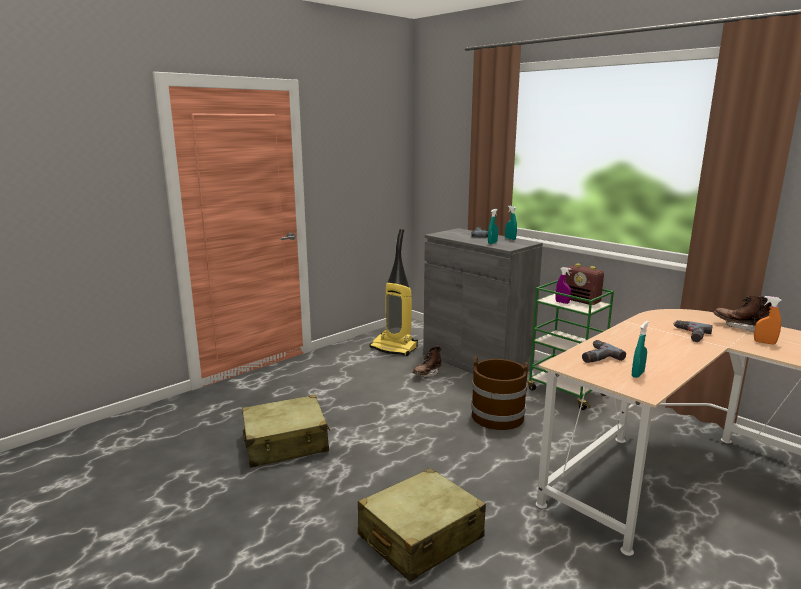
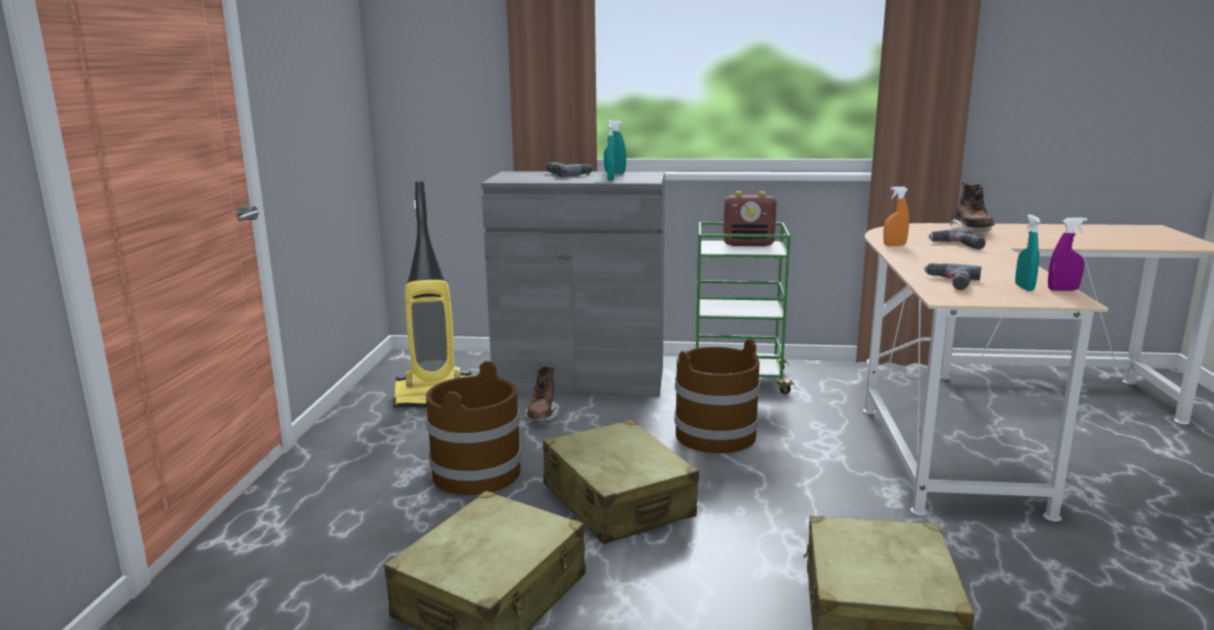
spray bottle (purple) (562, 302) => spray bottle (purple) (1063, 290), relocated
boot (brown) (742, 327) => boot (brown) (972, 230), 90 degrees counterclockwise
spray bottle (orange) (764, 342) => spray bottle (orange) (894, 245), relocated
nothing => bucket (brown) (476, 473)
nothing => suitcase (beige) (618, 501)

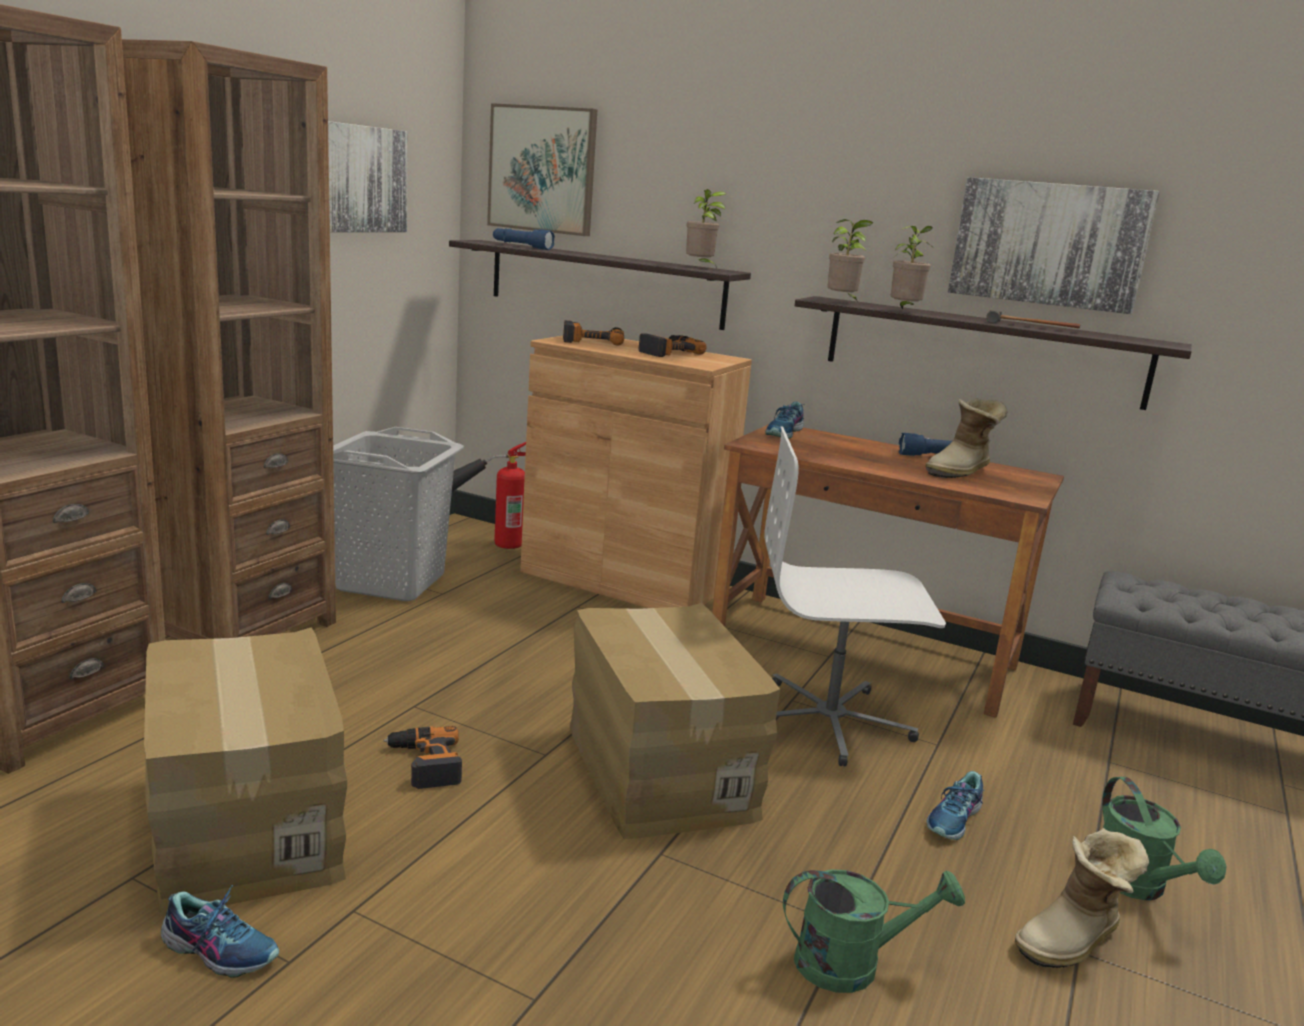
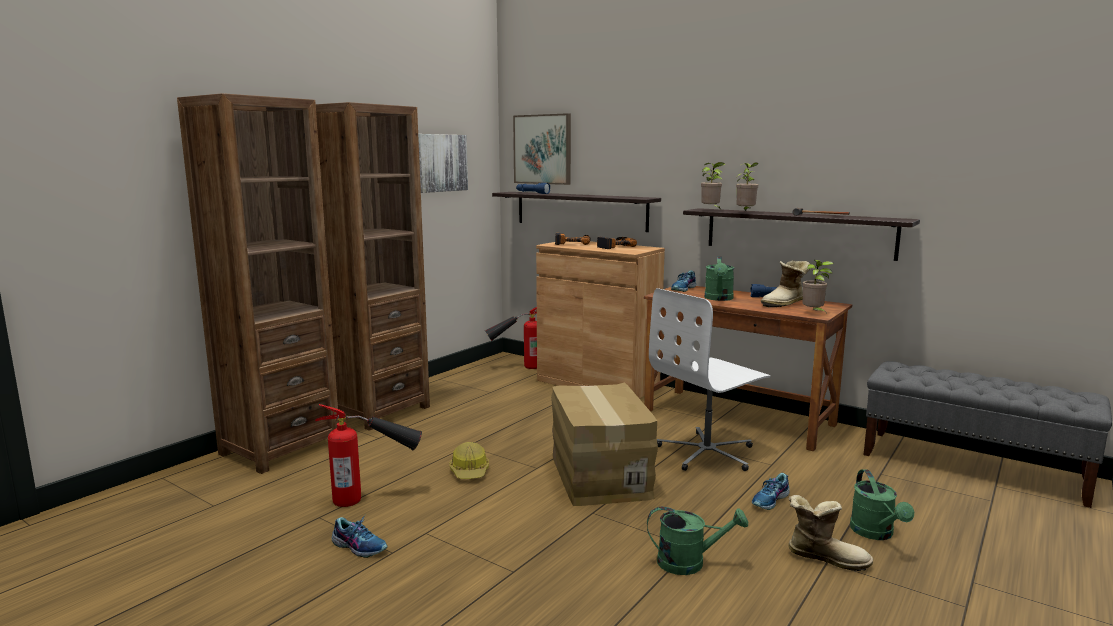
cardboard box (243, 826) => fire extinguisher (374, 497)
laundry basket (grey) (392, 582) => nothing
power drill (424, 764) => hard hat (470, 471)
potted plant (700, 267) => potted plant (814, 313), relocated
office chair (white) (830, 722) => office chair (white) (707, 453), 45 degrees counterclockwise
picture (1049, 244) => nothing
boot (1073, 941) => boot (825, 557), 135 degrees counterclockwise
nothing => watering can (green) (719, 299)

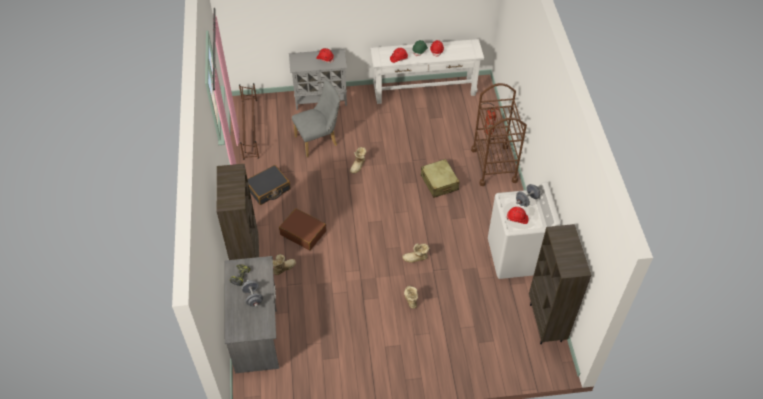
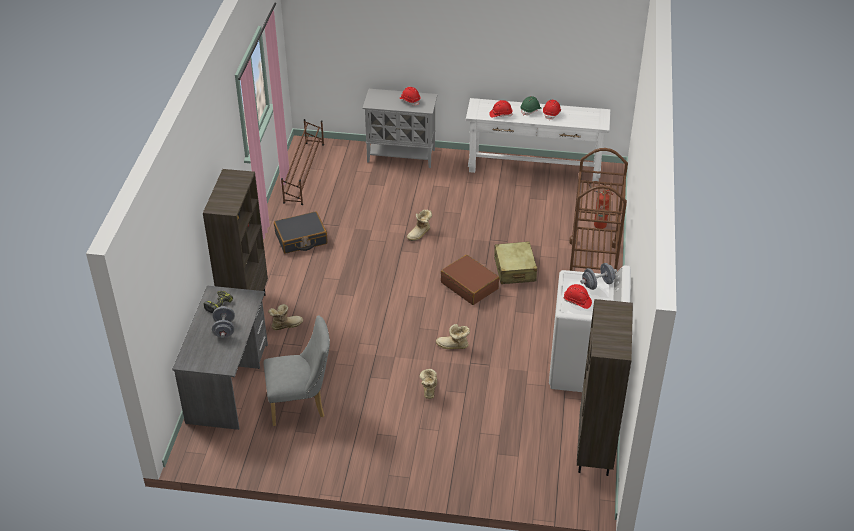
suitcase (brown) (303, 233) => suitcase (brown) (469, 285), relocated
chair (grey) (319, 140) => chair (grey) (301, 404), relocated

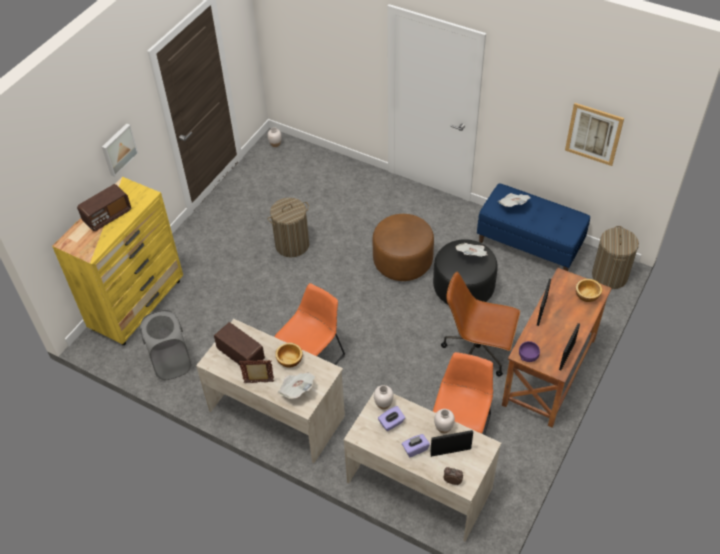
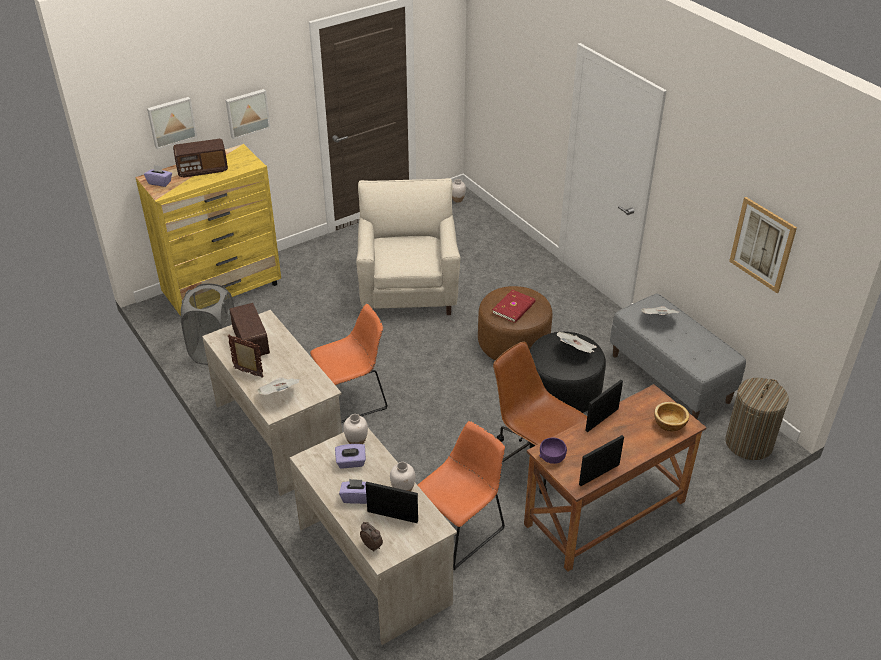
laundry basket (292, 245) => armchair (beige) (409, 290)
bowl (289, 360) => nothing
bench (blue) (530, 244) => bench (grey) (671, 378)
nothing => tissue box (purple) (160, 182)
nothing => picture (171, 122)
nothing => book (red) (514, 308)

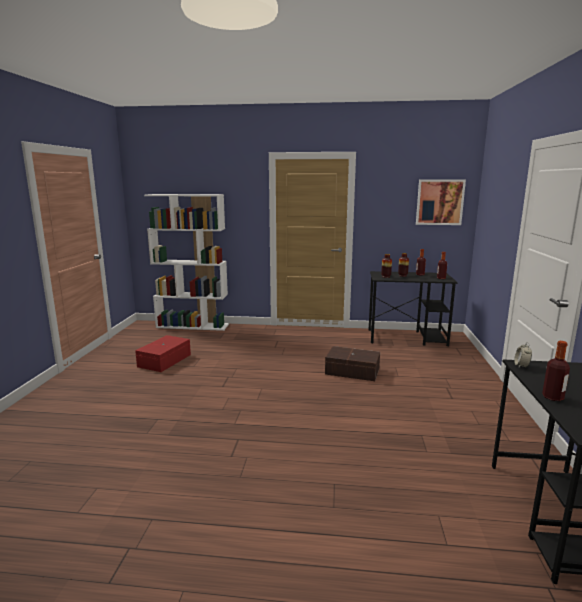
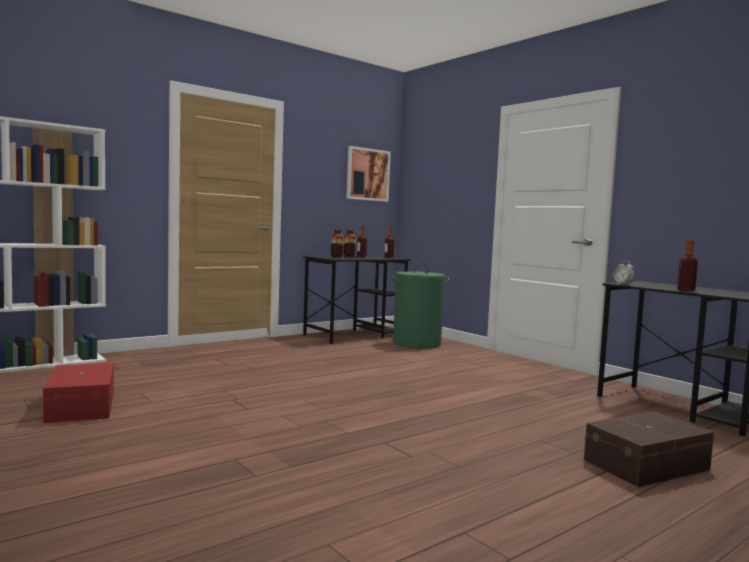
storage box (brown) (352, 371) => storage box (brown) (648, 465), relocated
nothing => laundry basket (green) (416, 343)

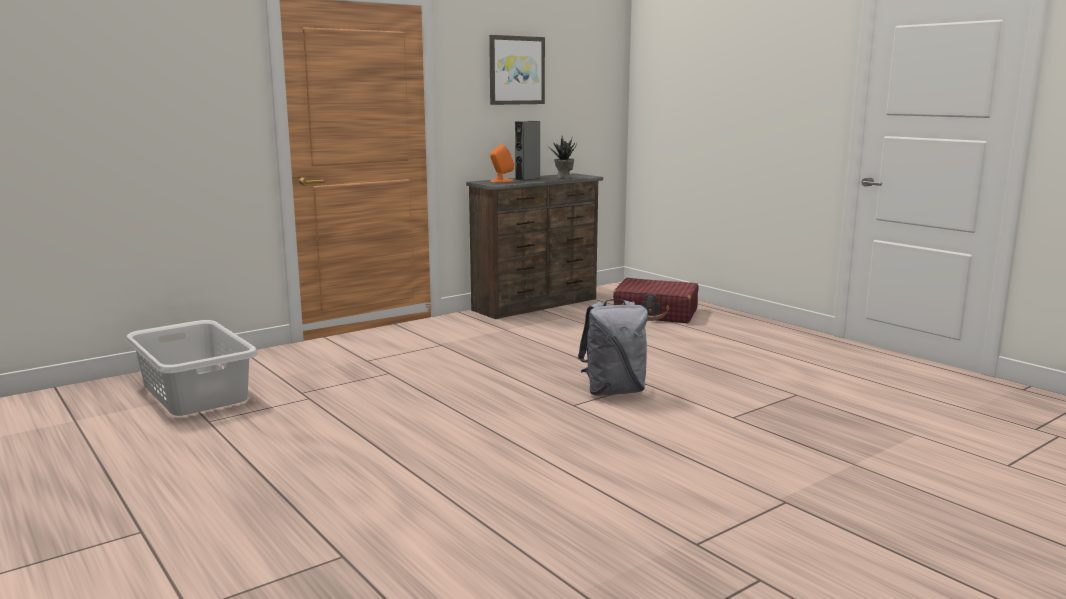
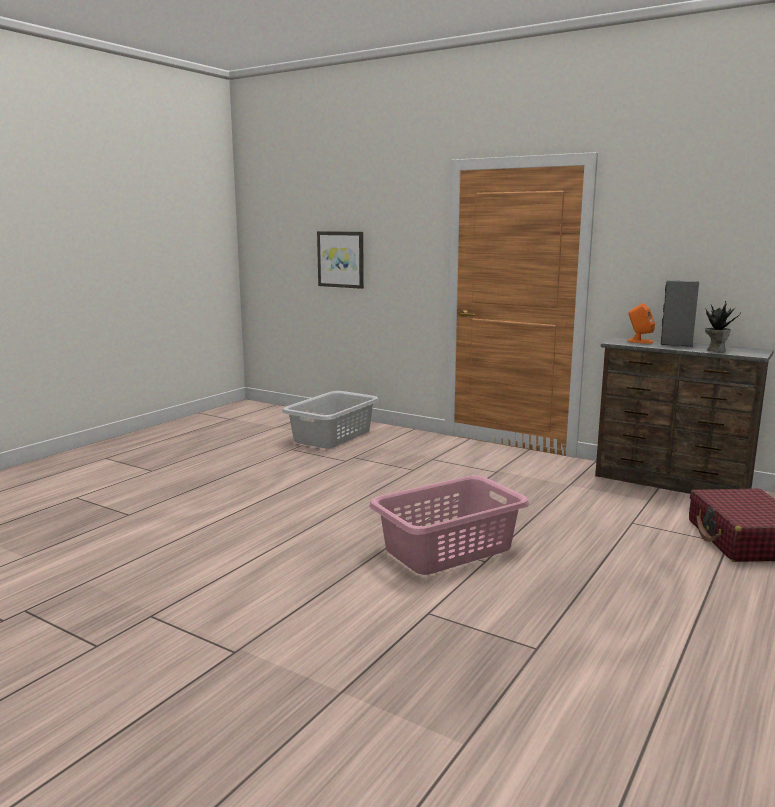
picture (516, 70) => picture (341, 259), relocated
backpack (grey) (613, 391) => laundry basket (pink) (449, 549)

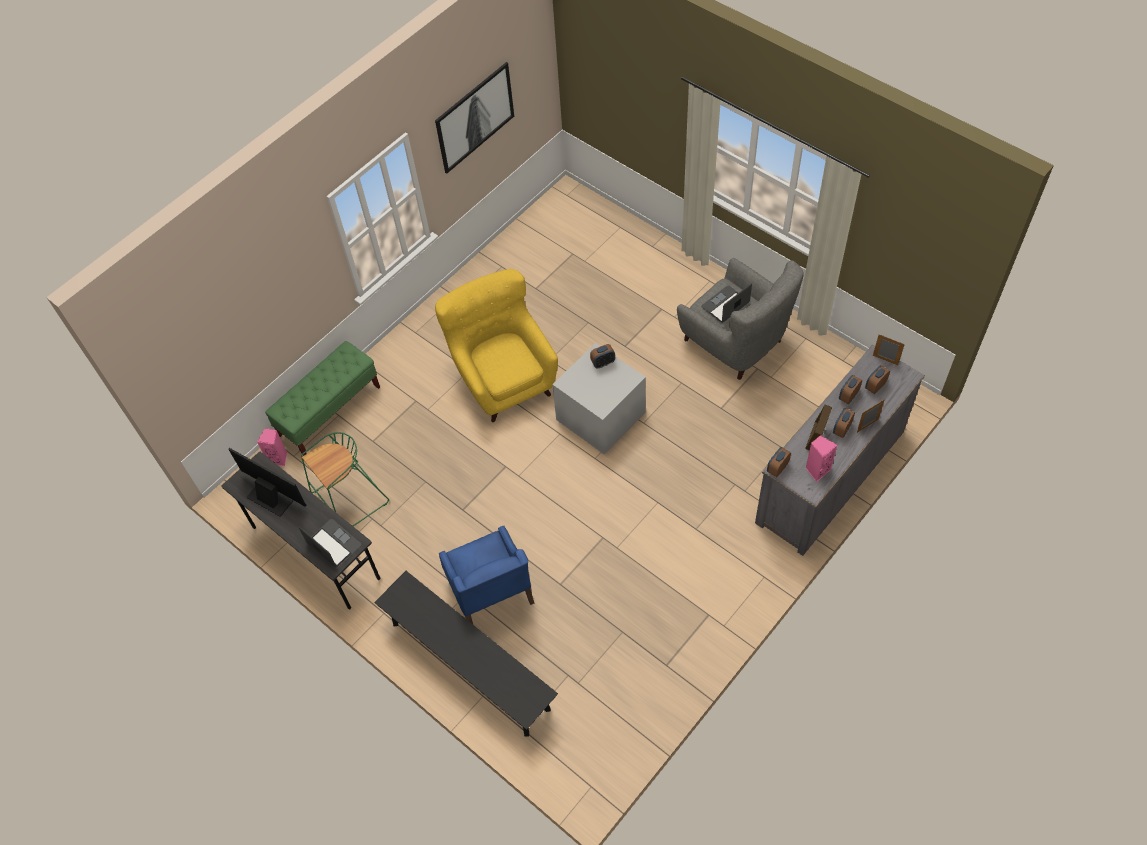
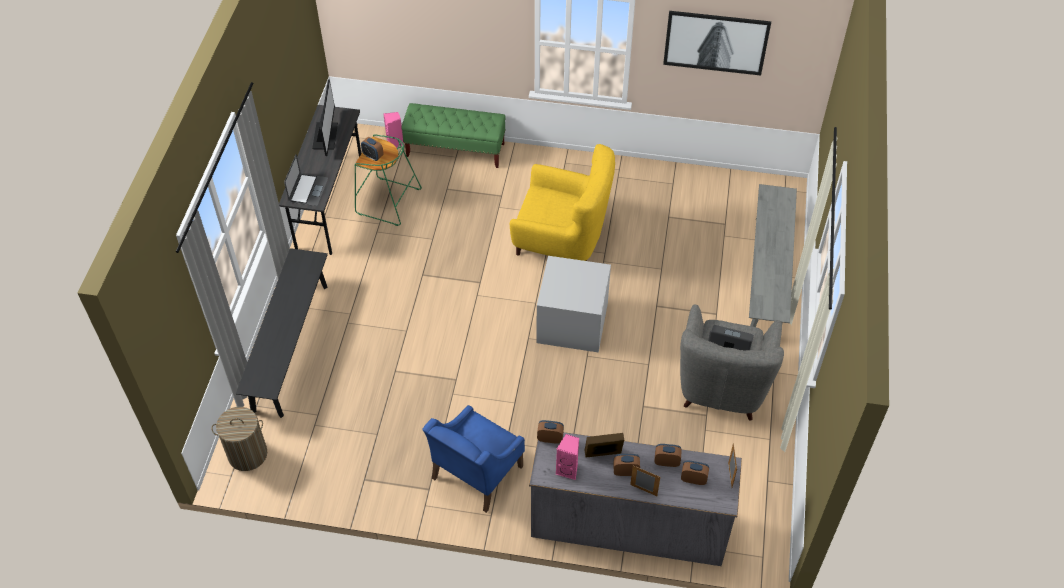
armchair (yellow) (504, 379) => armchair (yellow) (562, 240), 75 degrees clockwise
armchair (blue) (490, 591) => armchair (blue) (476, 473), relocated
alarm clock (603, 363) => alarm clock (373, 156), relocated
nothing => laundry basket (247, 454)
nothing => bench (grey) (767, 277)

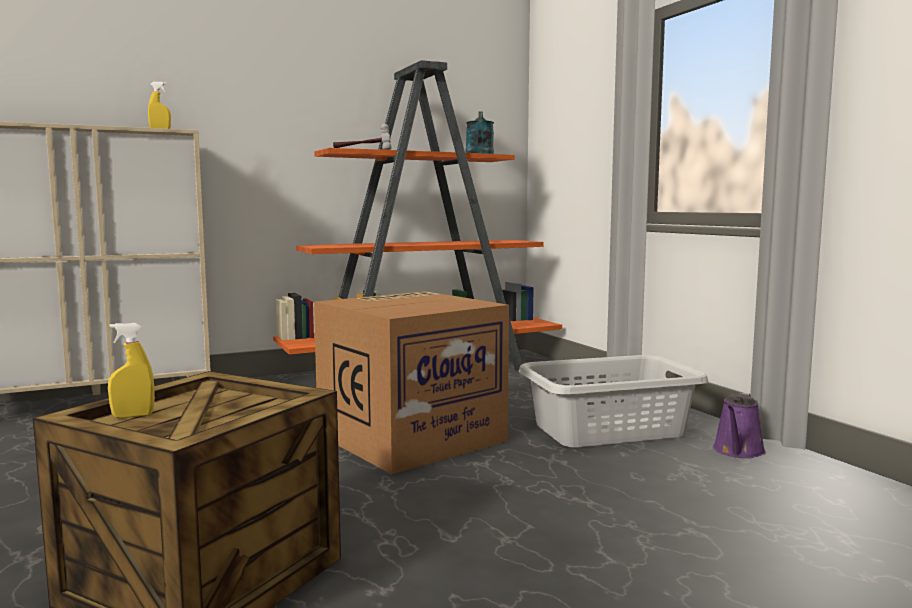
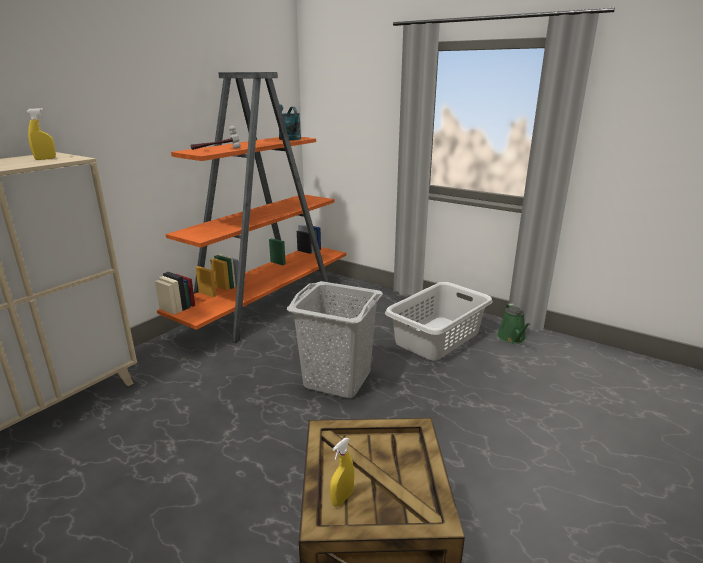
cardboard box (411, 436) => laundry basket (grey) (337, 379)
watering can (purple) (738, 451) => watering can (green) (512, 338)

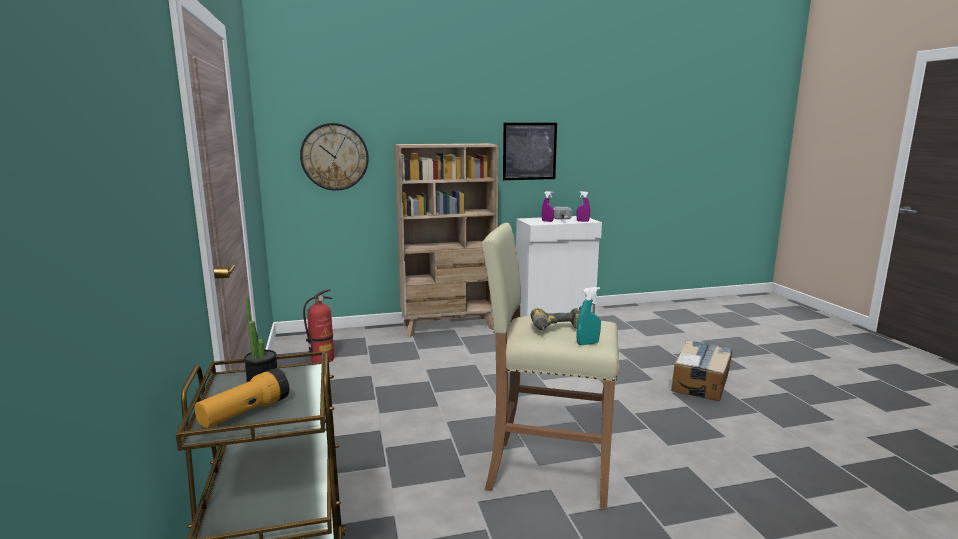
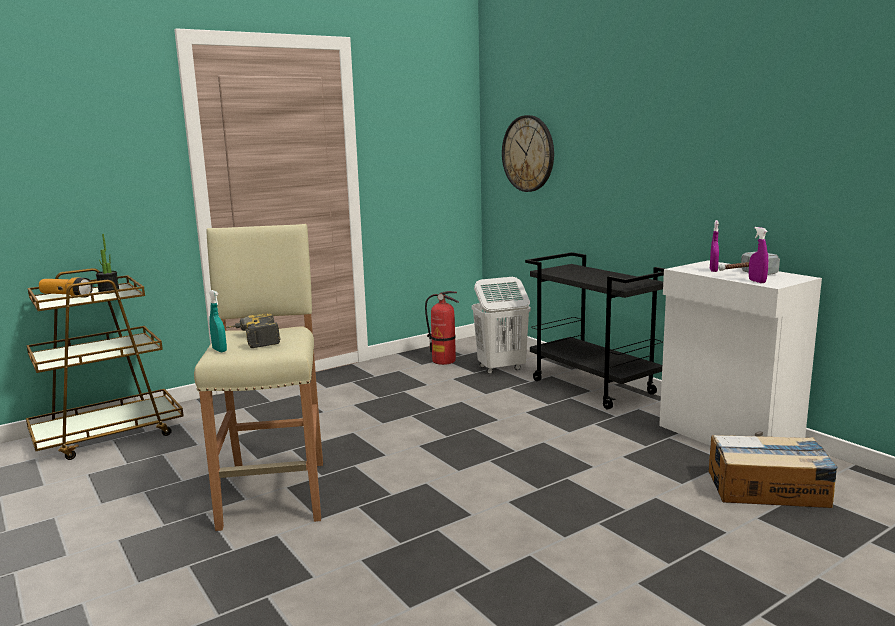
bookcase (beige) (449, 327) => cart (black) (594, 387)
picture (529, 151) => nothing
cardboard box (701, 382) => cardboard box (768, 489), relocated
nothing => laundry basket (white) (500, 368)

